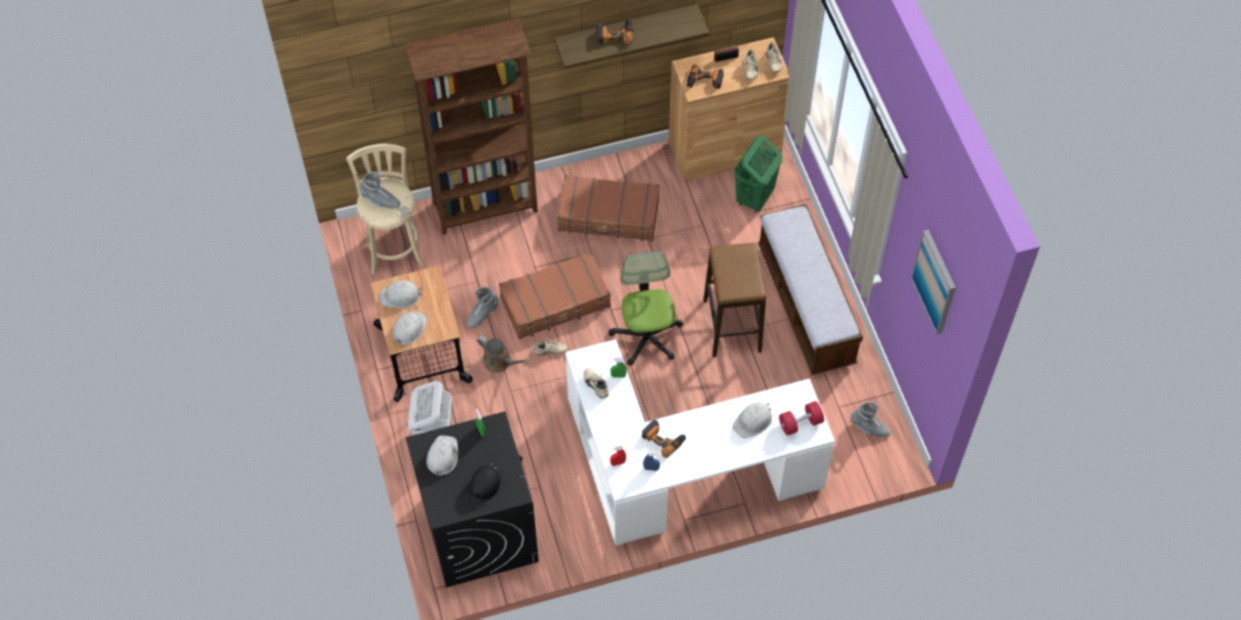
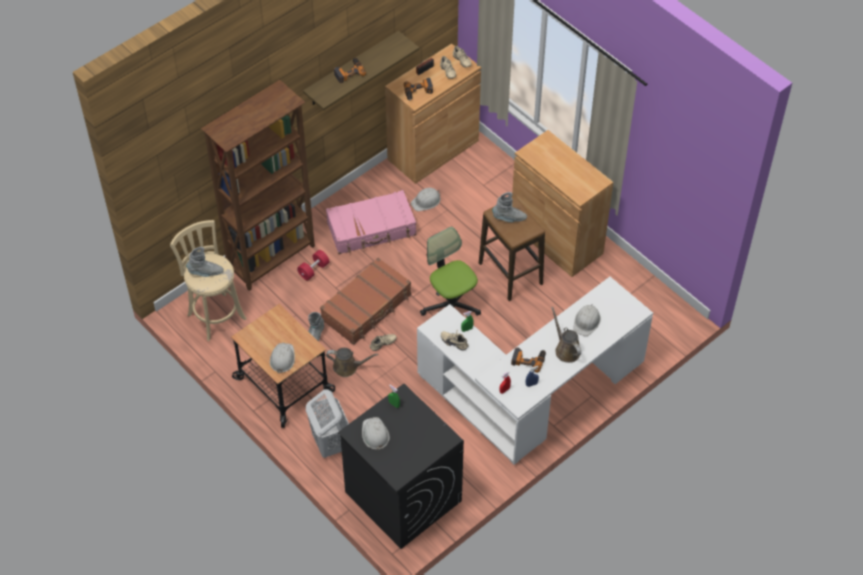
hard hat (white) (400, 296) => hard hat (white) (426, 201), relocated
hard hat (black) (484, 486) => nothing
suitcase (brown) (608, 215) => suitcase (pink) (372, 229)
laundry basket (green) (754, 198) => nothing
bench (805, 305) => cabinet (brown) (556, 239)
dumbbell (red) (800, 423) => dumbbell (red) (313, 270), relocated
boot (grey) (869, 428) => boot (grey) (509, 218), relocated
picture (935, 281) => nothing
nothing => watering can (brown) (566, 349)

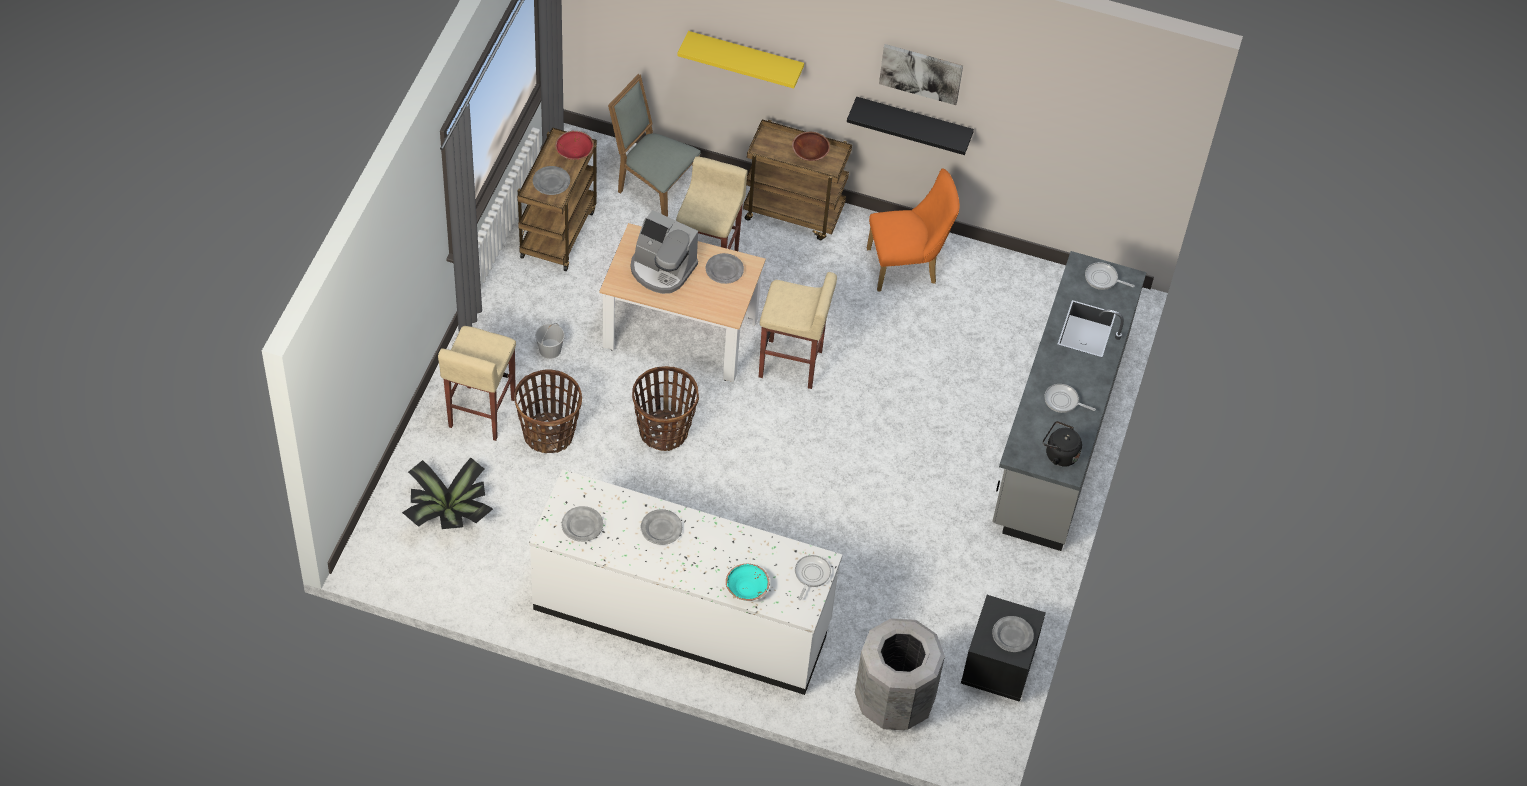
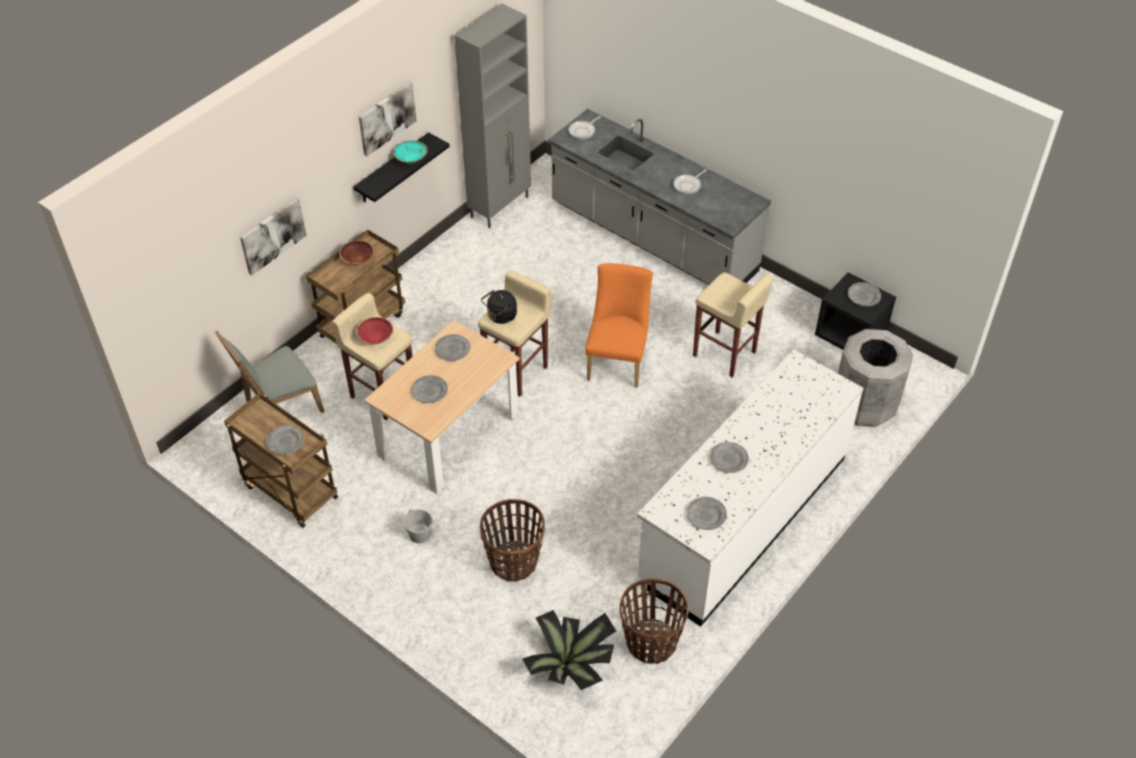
stool (beige) (481, 413) => stool (beige) (724, 355), relocated
bowl (red) (574, 152) => bowl (red) (375, 337), relocated
coffee machine (662, 269) => plate (grey) (429, 390)
basket (663, 431) => basket (650, 642), relocated
shelf (yellow) (745, 57) => picture (272, 235)
bowl (turquoise) (747, 589) => bowl (turquoise) (411, 159), relocated
frying pan (811, 575) => nothing
chair (orange) (907, 266) => chair (orange) (617, 360), relocated
kettle (black) (1059, 454) => kettle (black) (500, 317), relocated
nothing => cabinet (grey) (500, 207)

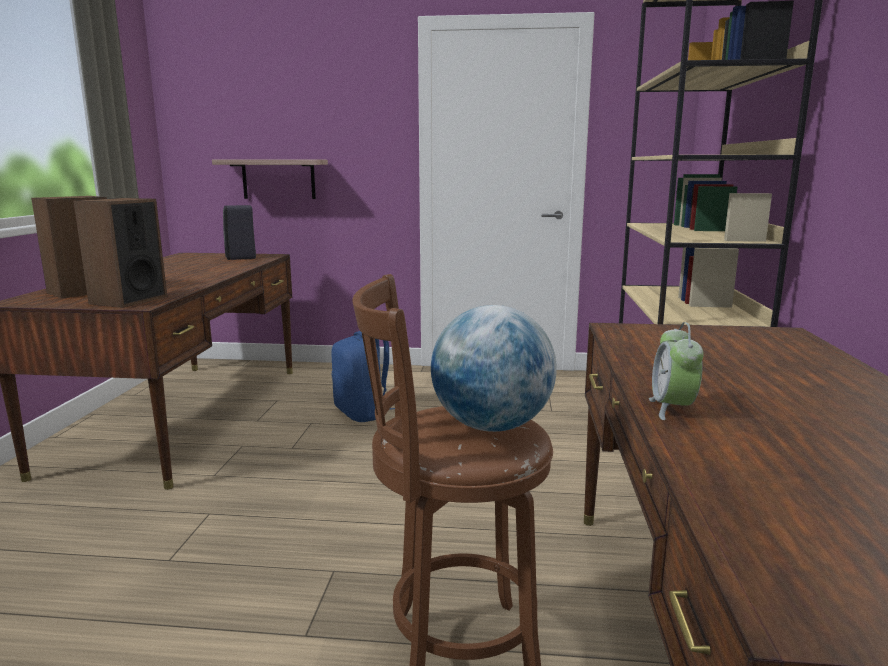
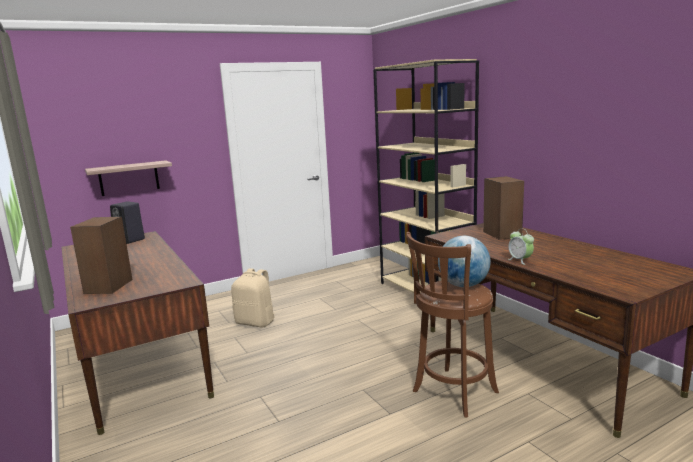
speaker (128, 300) => speaker (502, 234), relocated
backpack (blue) (363, 413) => backpack (beige) (256, 322)

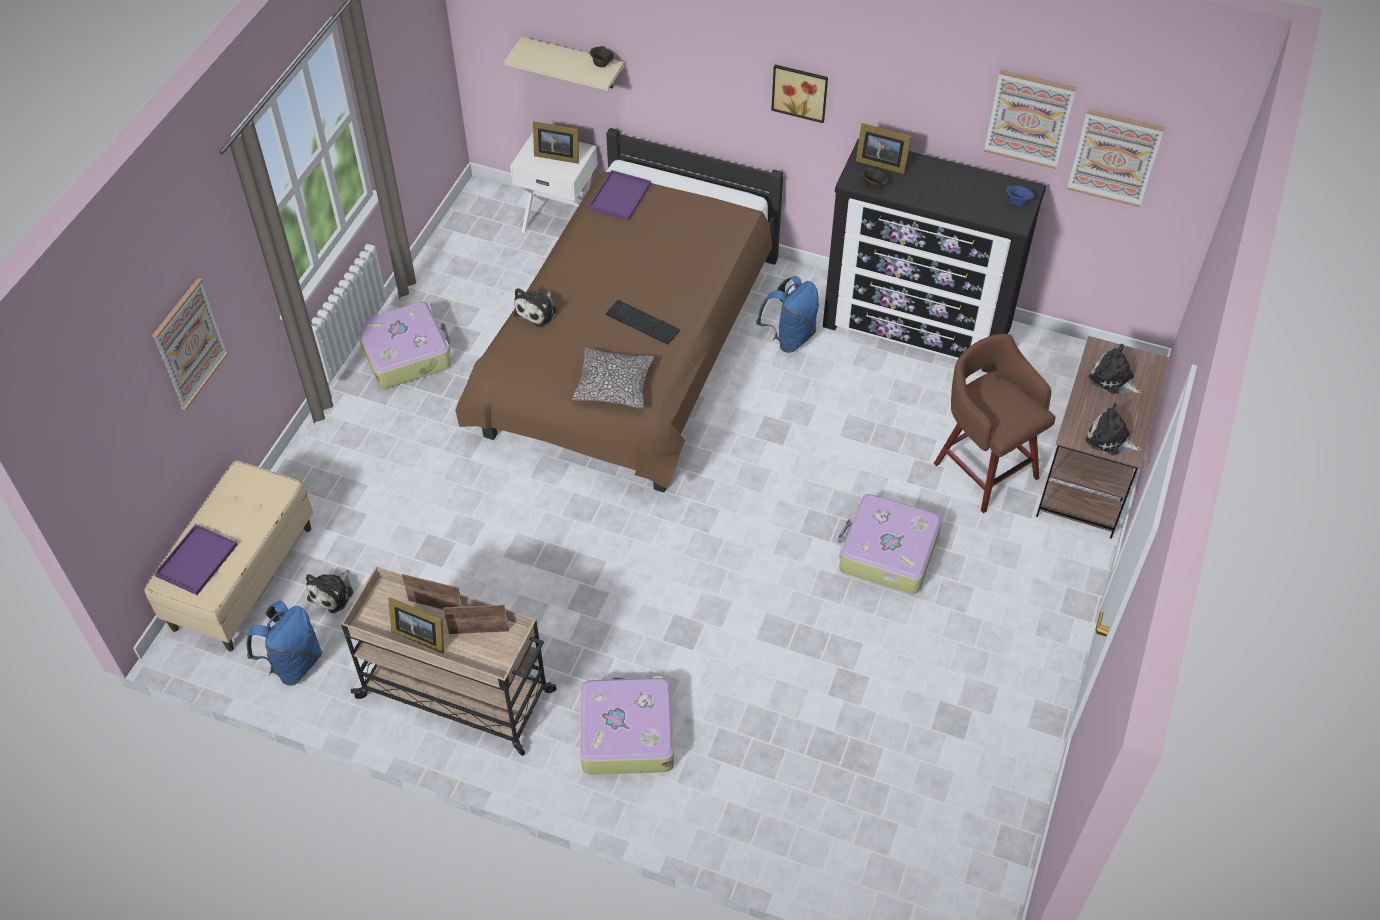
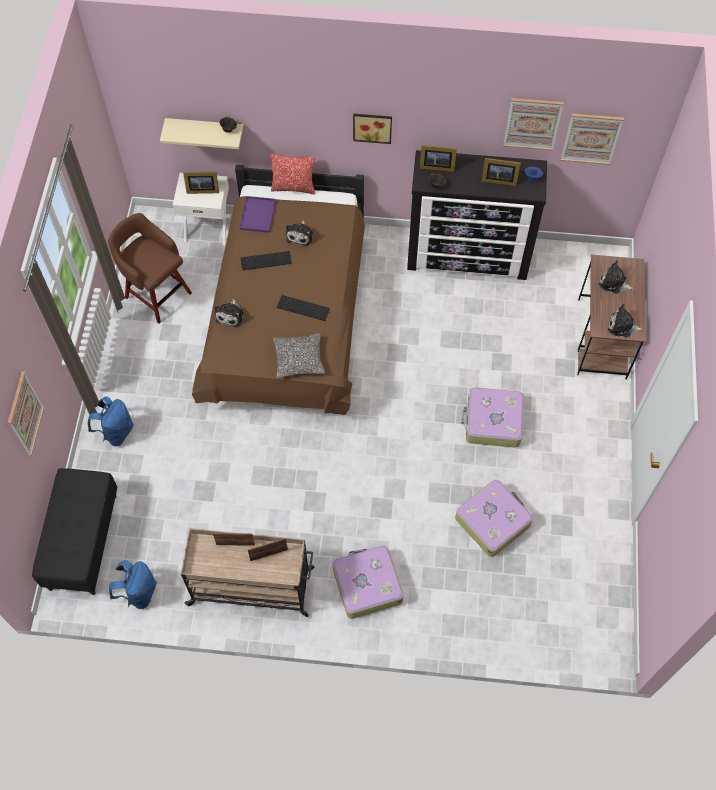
bench (beige) (242, 577) => bench (black) (83, 541)
tray (purple) (197, 559) => nothing
plush toy (333, 593) => plush toy (300, 235), relocated
suitcase (406, 353) => suitcase (493, 520), relocated
picture frame (419, 635) => picture frame (498, 179), relocated
backpack (blue) (790, 337) => backpack (blue) (116, 432), relocated
stool (brown) (984, 468) => stool (brown) (157, 294), relocated
nothing => keyboard (266, 260)
nothing => pillow (293, 187)

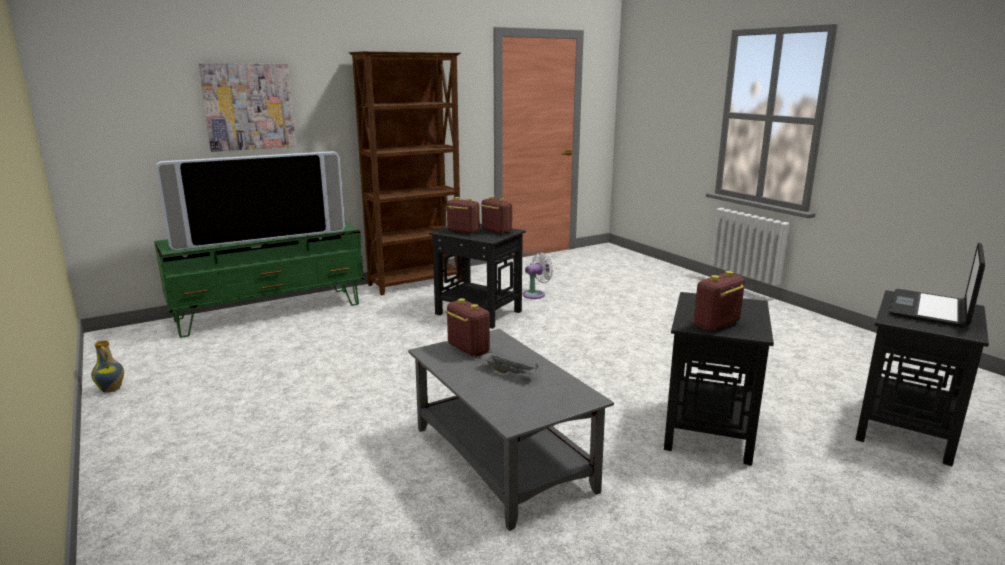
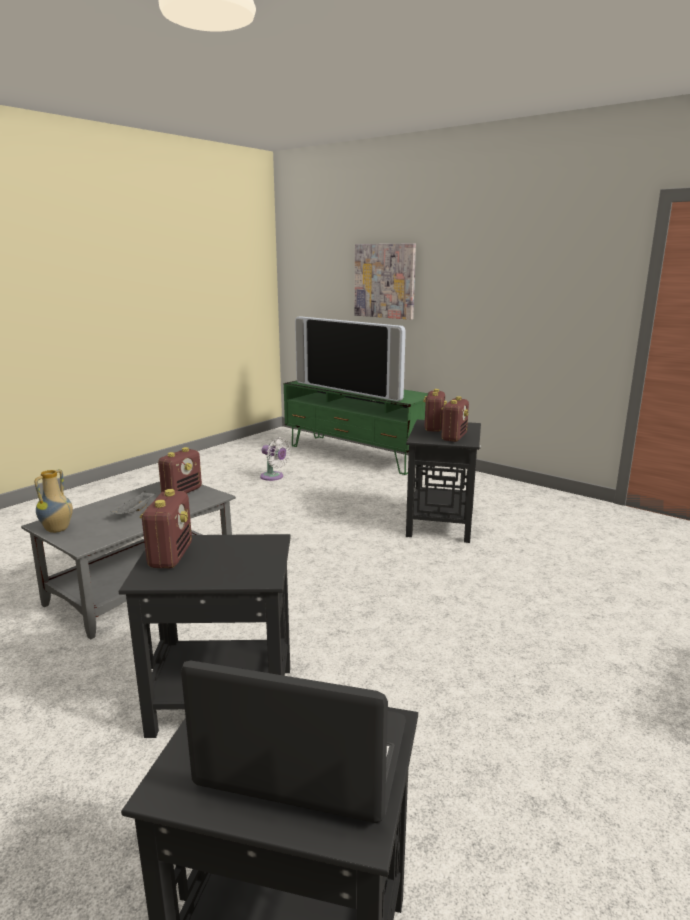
vase (112, 389) => vase (58, 530), relocated
bookcase (brown) (416, 283) => nothing
fan (white) (536, 294) => fan (white) (273, 477), relocated
radio (716, 325) => radio (170, 556), 60 degrees clockwise

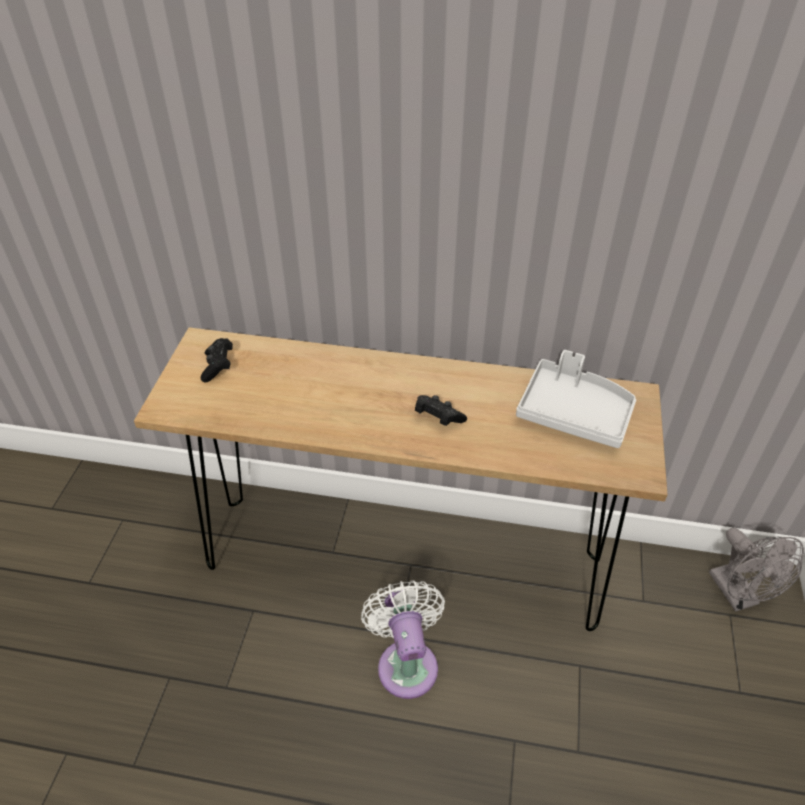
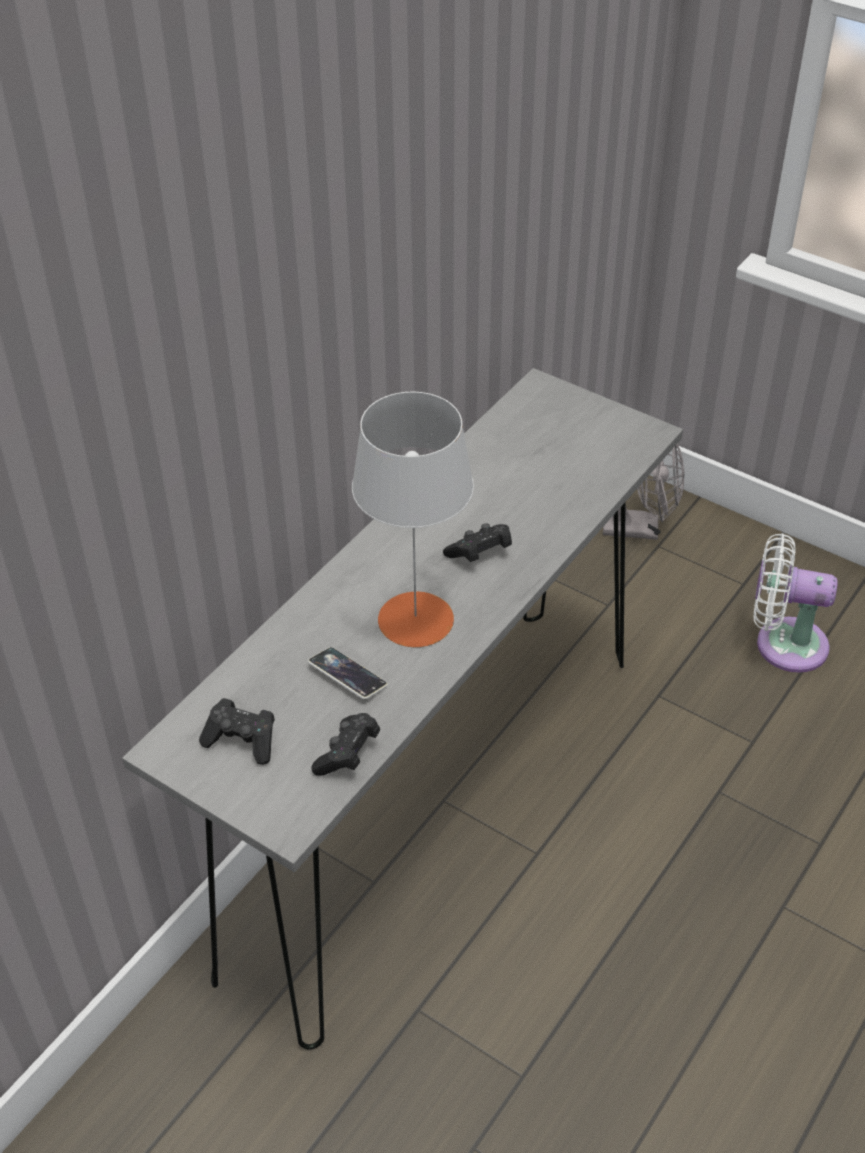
console table (brown) (402, 562) => console table (grey) (434, 808)
fan (white) (406, 662) => fan (white) (783, 644), relocated
tray (grey) (574, 413) => nothing
nothing => phone (347, 676)
nothing => game controller (black) (347, 755)
nothing => table lamp (grey) (415, 620)

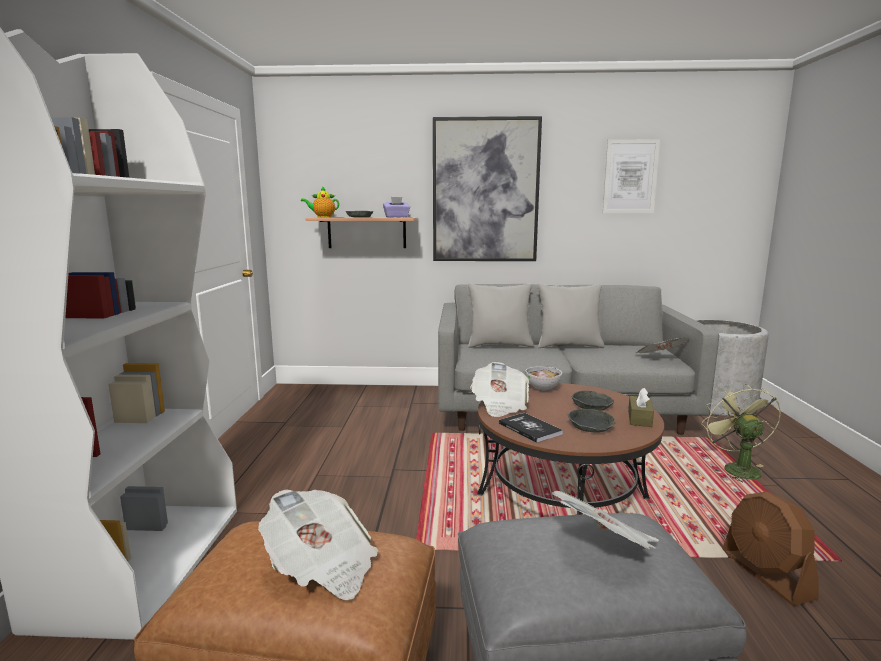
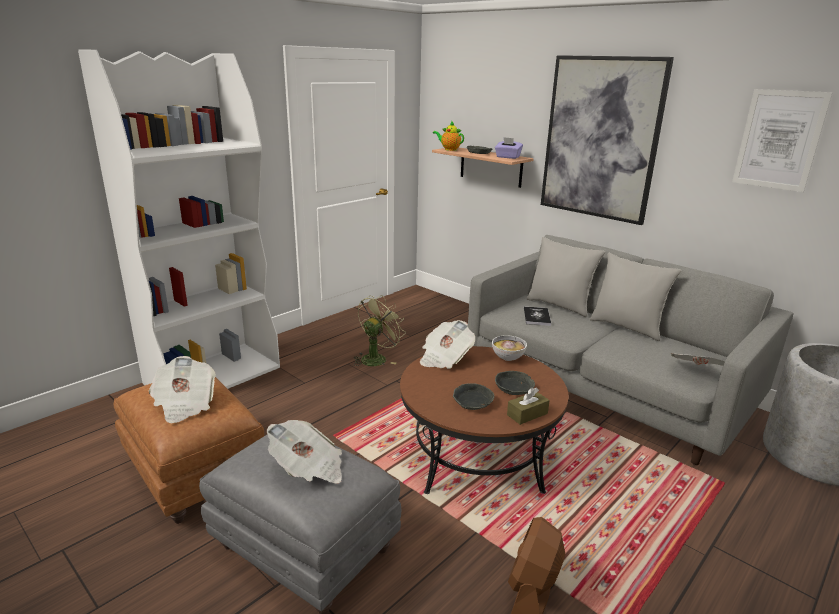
book (529, 428) => book (536, 317), relocated
fan (green) (736, 468) => fan (green) (376, 358), relocated

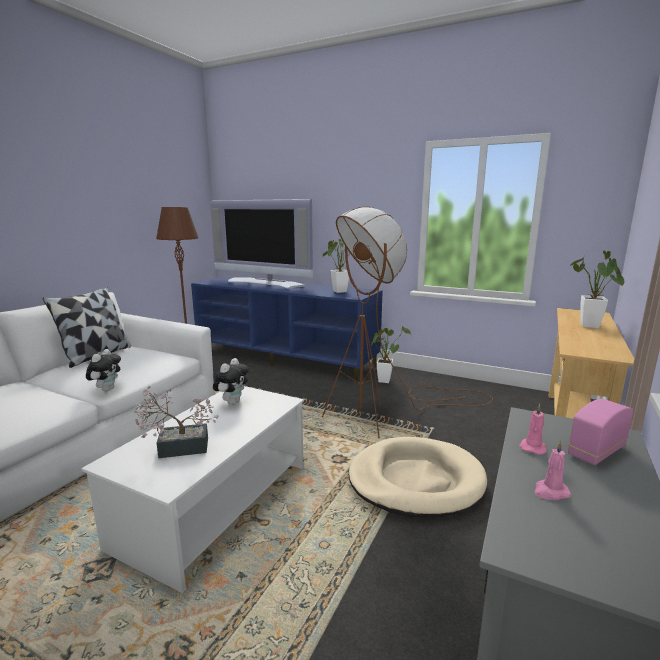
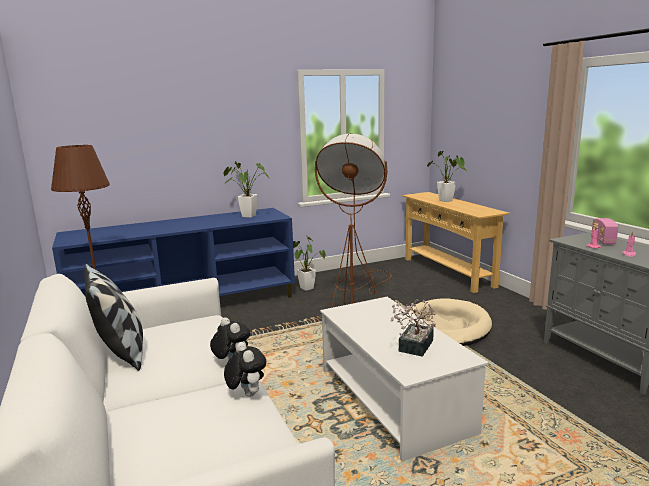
television (266, 283) => nothing
plush toy (232, 402) => plush toy (246, 394), relocated

